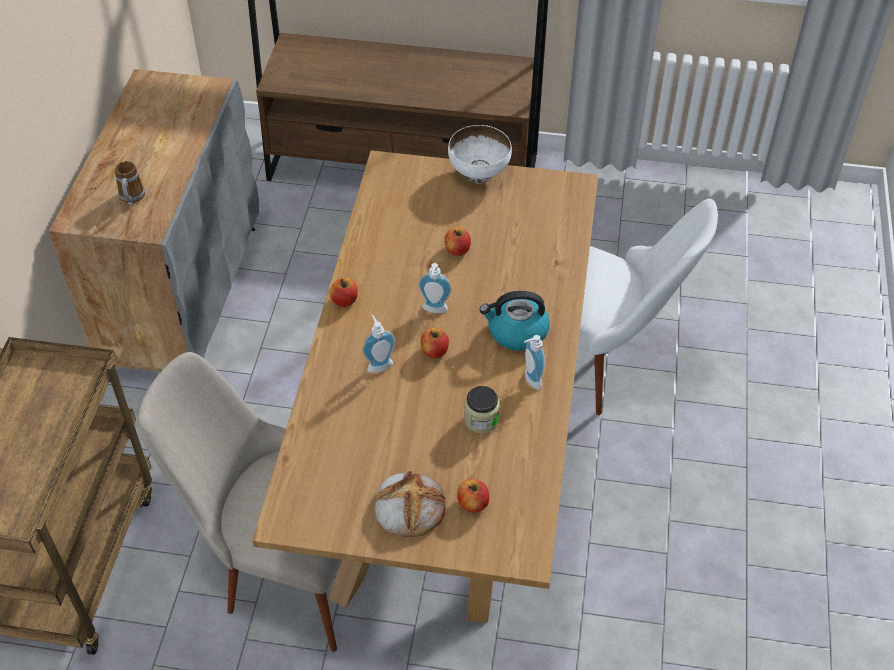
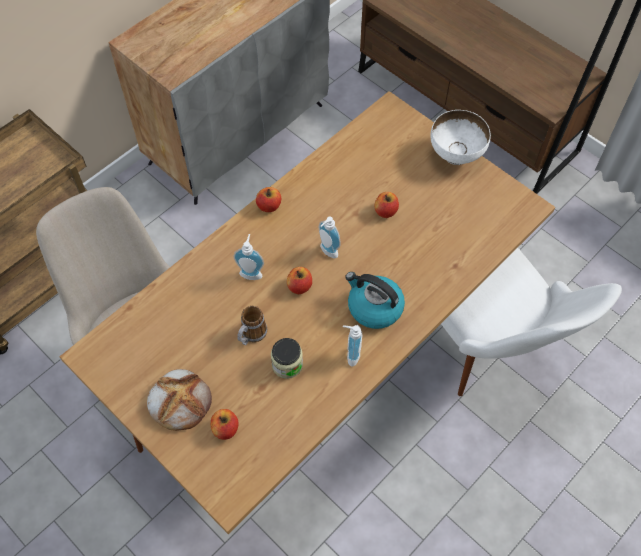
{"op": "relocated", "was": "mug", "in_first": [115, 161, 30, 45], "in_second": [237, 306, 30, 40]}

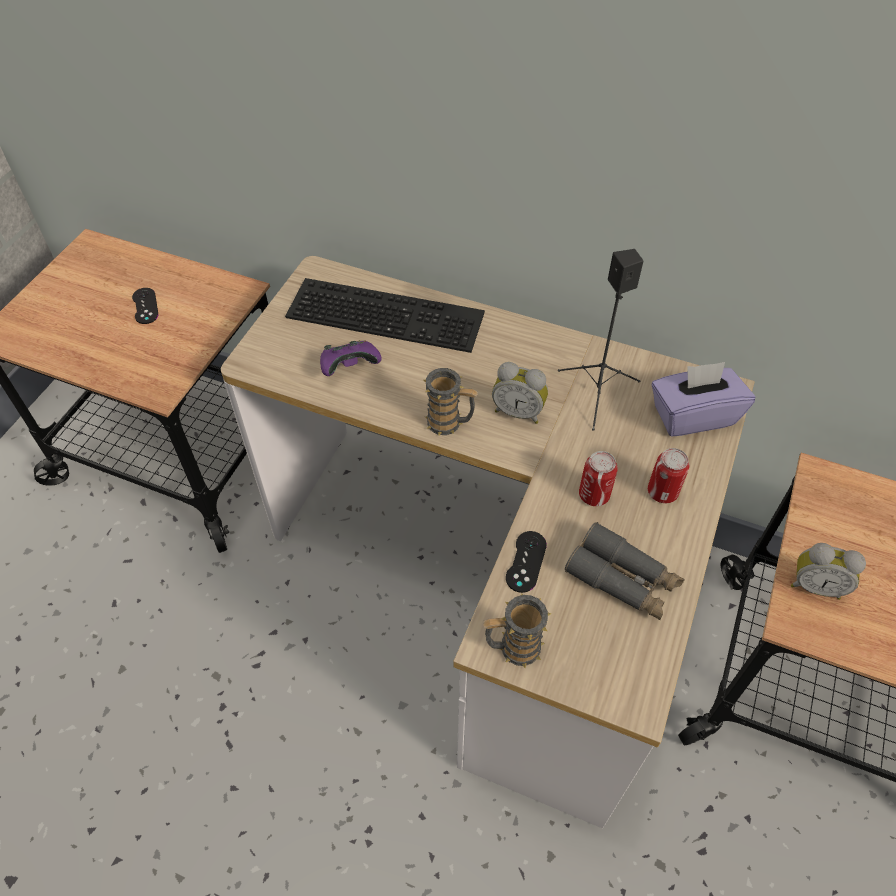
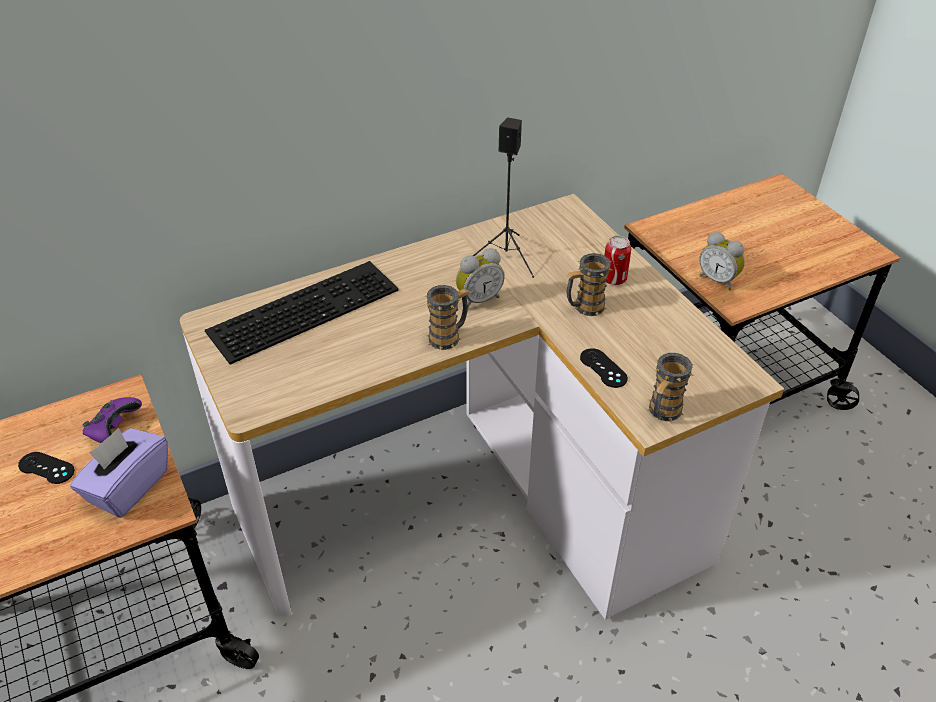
{"op": "missing", "was": "grey_binoculars", "in_first": [565, 522, 120, 98]}
{"op": "relocated", "was": "purple_game_controller", "in_first": [320, 340, 62, 36], "in_second": [82, 397, 60, 46]}
{"op": "relocated", "was": "purple_tissue_box", "in_first": [652, 362, 104, 75], "in_second": [70, 428, 98, 90]}
{"op": "exchanged", "was": "can", "now": "mug", "in_first": [579, 451, 39, 55], "in_second": [566, 253, 46, 63]}
{"op": "spun", "was": "alarm_clock", "in_first": [791, 543, 75, 57], "in_second": [699, 232, 46, 59], "clockwise": 75}

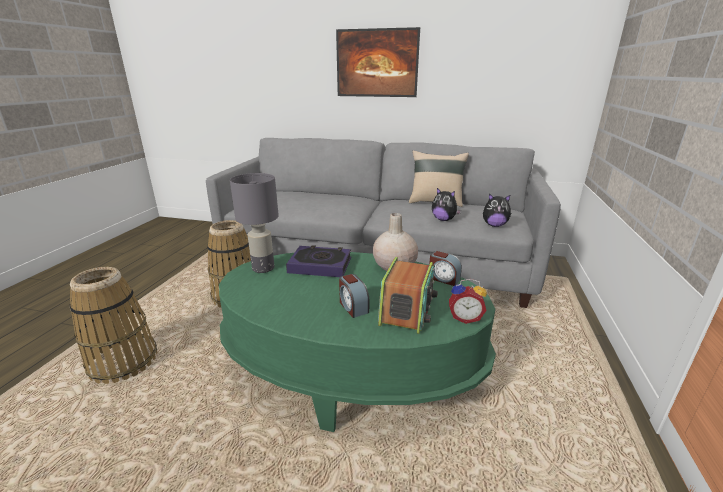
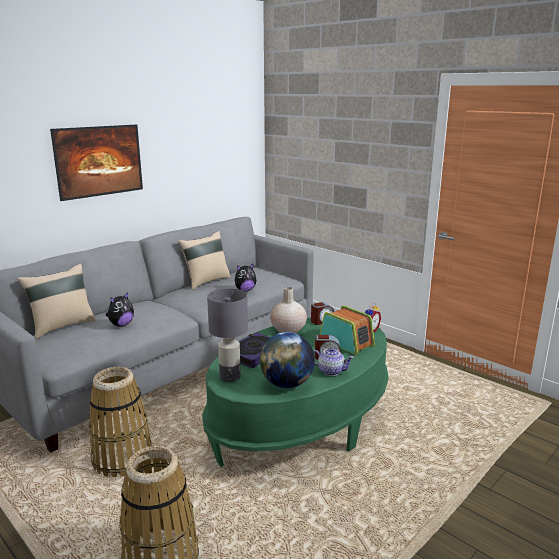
{"op": "appeared", "now": "beige_pillow", "in_second": [17, 264, 79, 75]}
{"op": "appeared", "now": "globe", "in_second": [260, 332, 55, 56]}
{"op": "appeared", "now": "teapot", "in_second": [314, 348, 40, 28]}
{"op": "relocated", "was": "plush_toy", "in_first": [483, 194, 28, 33], "in_second": [106, 292, 28, 35]}

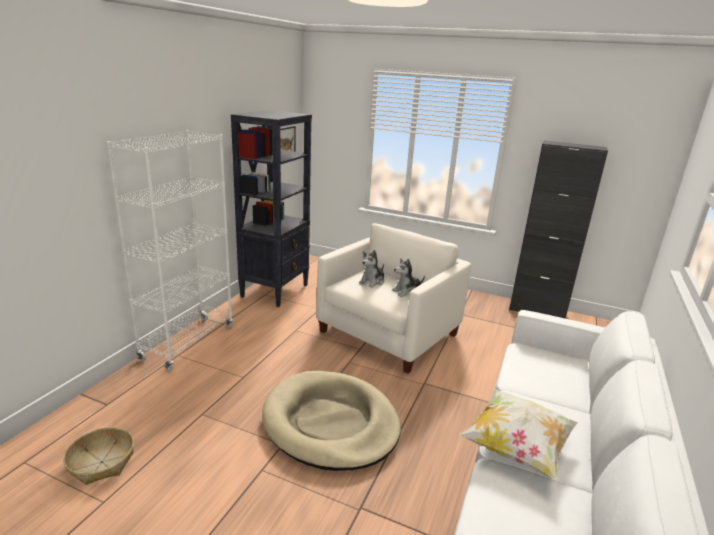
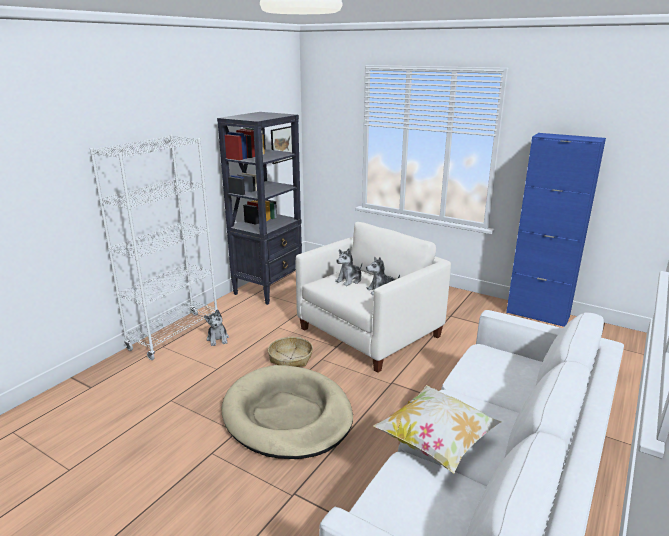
{"op": "appeared", "now": "plush_toy", "in_second": [204, 309, 25, 37]}
{"op": "relocated", "was": "basket", "in_first": [63, 427, 71, 58], "in_second": [268, 337, 45, 30]}
{"op": "colour", "was": "black_cabinet", "now": "blue_cabinet", "in_first": [509, 141, 99, 178], "in_second": [506, 133, 100, 194]}

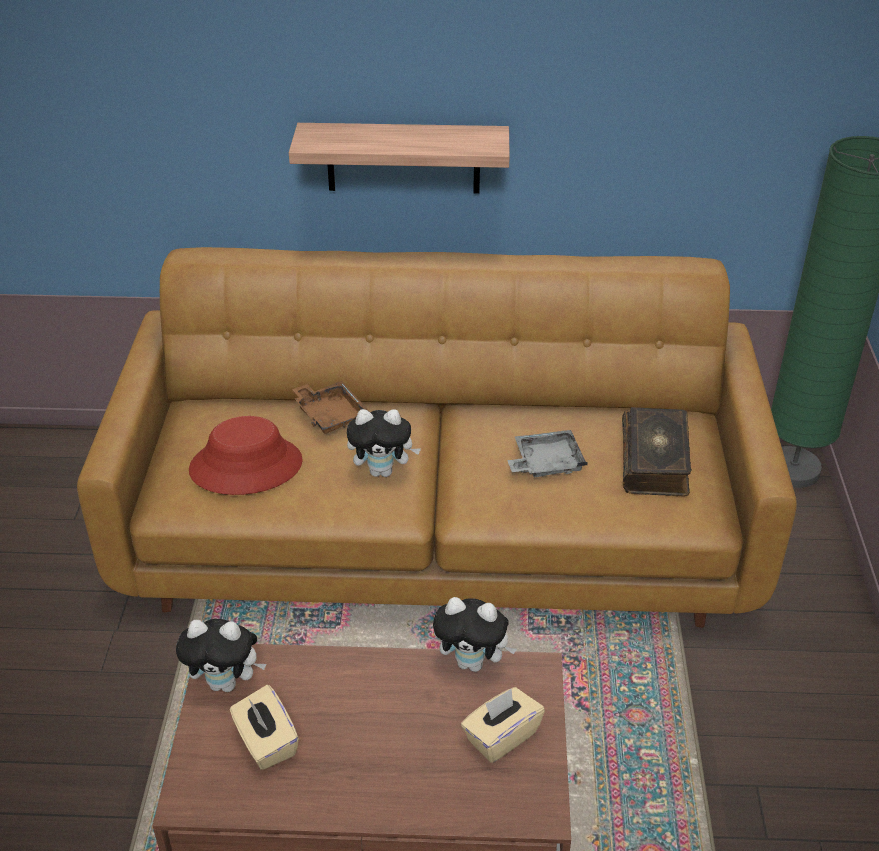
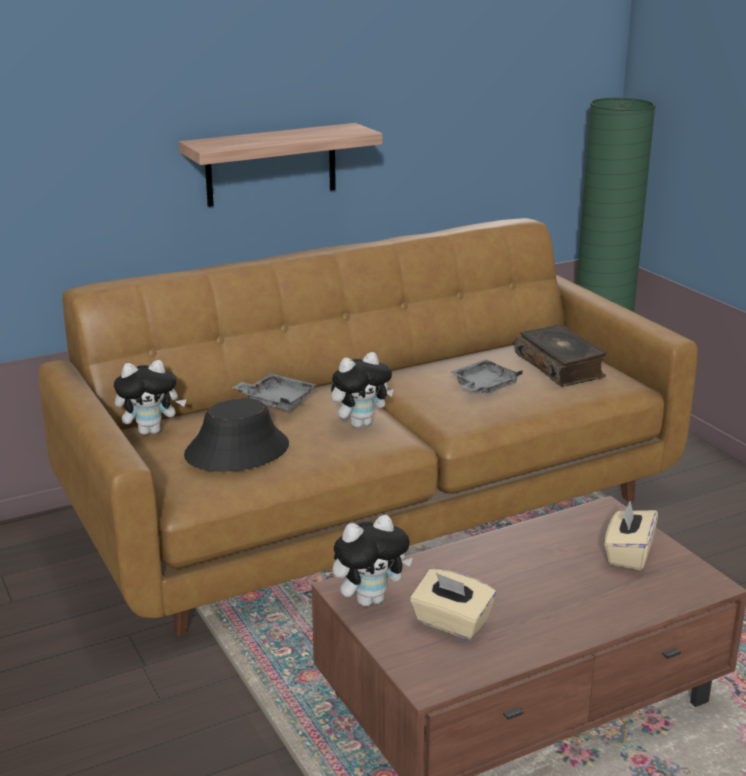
{"op": "relocated", "was": "plush_toy", "in_first": [433, 597, 84, 75], "in_second": [114, 360, 73, 75]}
{"op": "colour", "was": "red_hat", "now": "black_hat", "in_first": [189, 416, 114, 79], "in_second": [184, 398, 105, 73]}
{"op": "colour", "was": "brown_tray", "now": "grey_tray", "in_first": [292, 381, 78, 53], "in_second": [232, 373, 84, 38]}

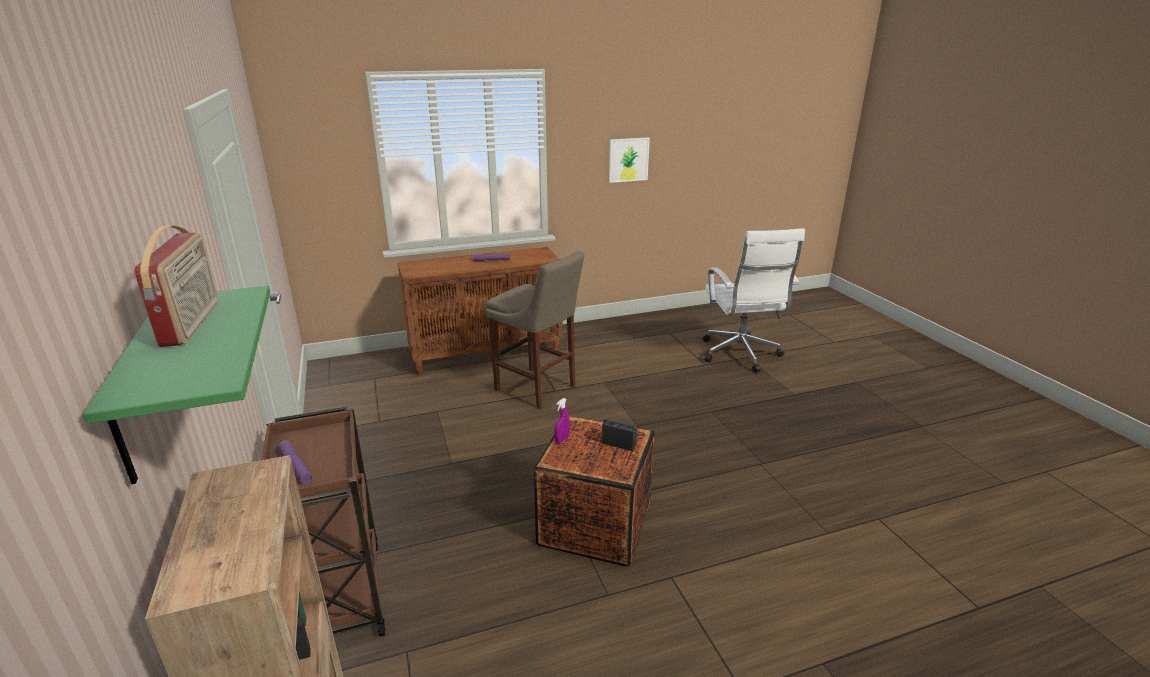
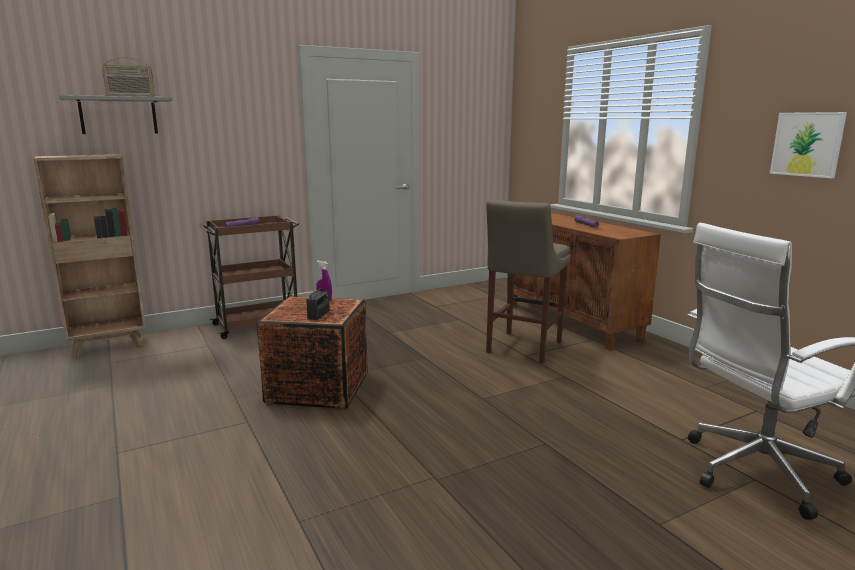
{"op": "colour", "was": "green_shelf", "now": "grey_shelf", "in_first": [83, 286, 187, 198], "in_second": [59, 95, 113, 39]}

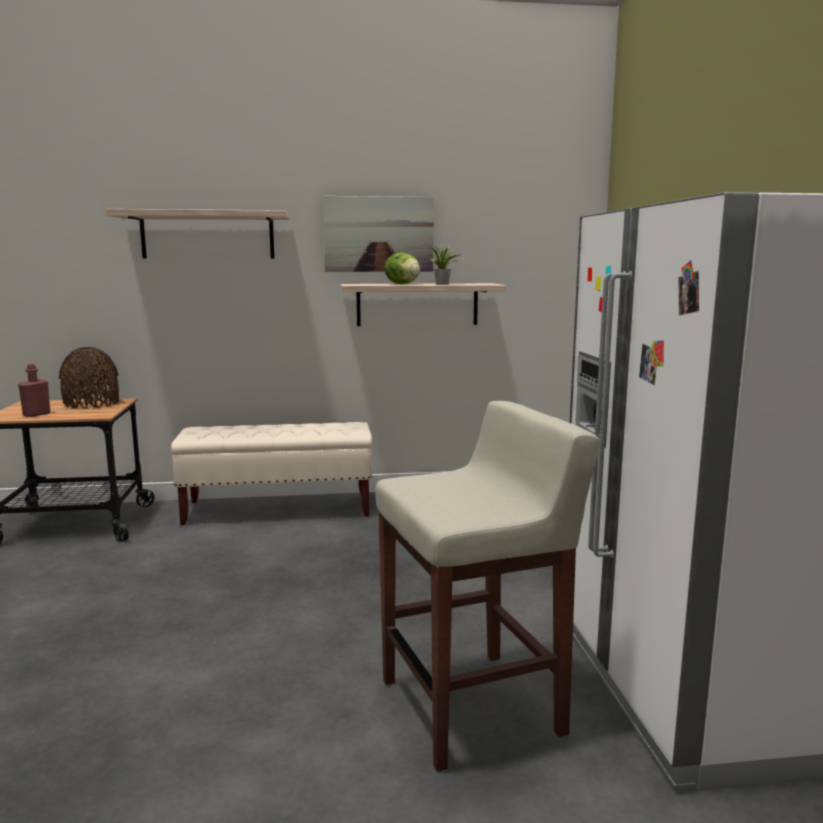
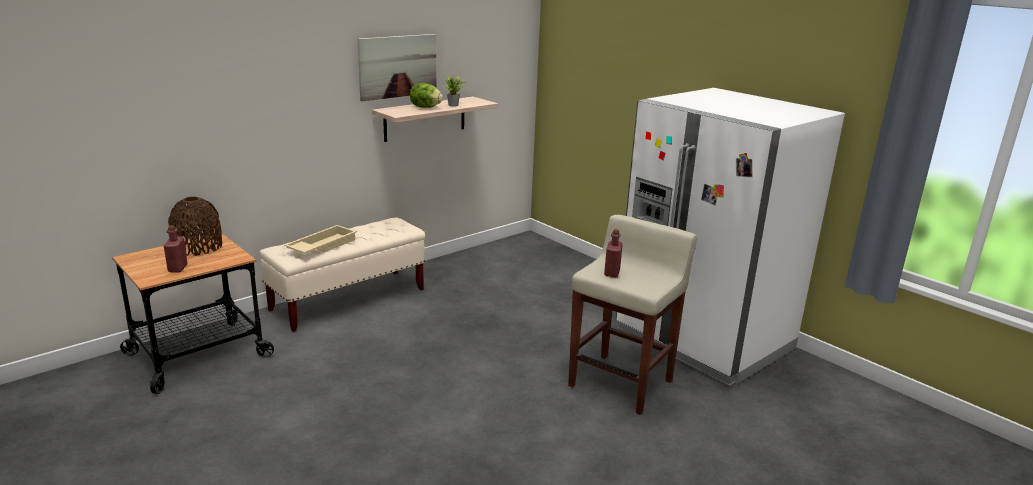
{"op": "missing", "was": "shelf", "in_first": [105, 209, 184, 49]}
{"op": "appeared", "now": "beige_tray", "in_second": [284, 225, 73, 29]}
{"op": "appeared", "now": "red_bottle", "in_second": [604, 229, 19, 48]}

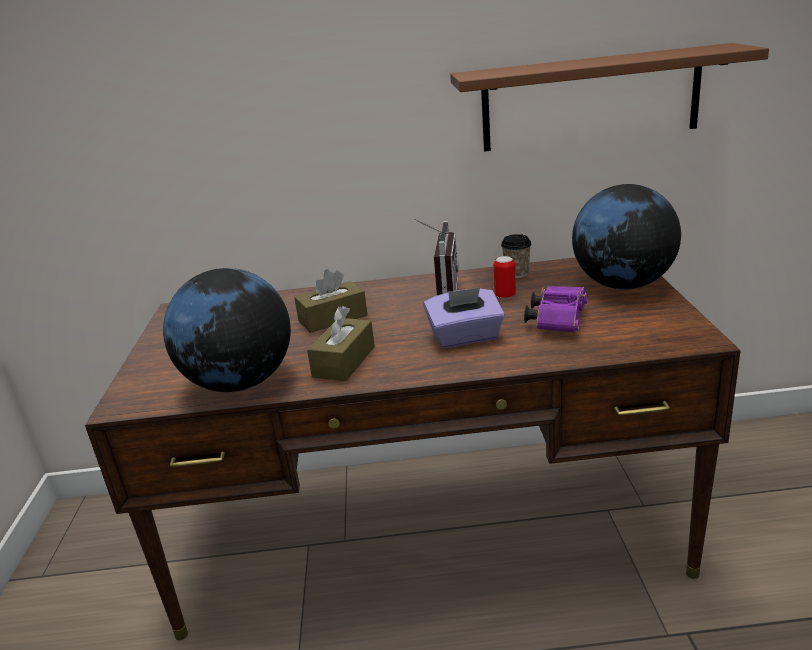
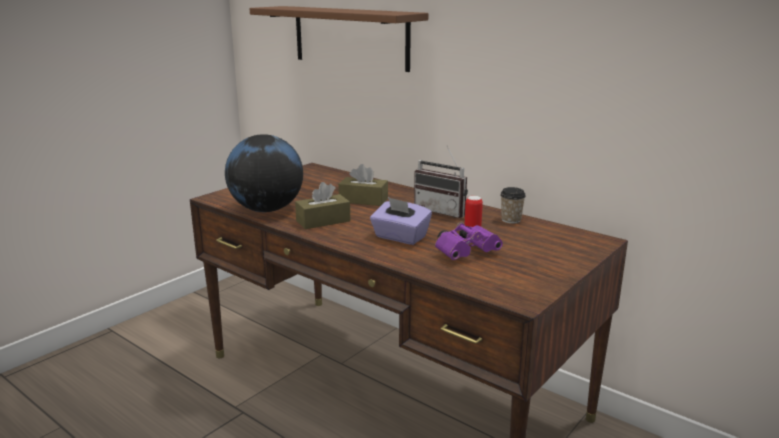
{"op": "missing", "was": "globe", "in_first": [572, 184, 109, 105]}
{"op": "relocated", "was": "brown_shelf", "in_first": [450, 43, 319, 109], "in_second": [249, 6, 179, 66]}
{"op": "spun", "was": "radio", "in_first": [413, 218, 46, 77], "in_second": [414, 147, 54, 71], "clockwise": 75}

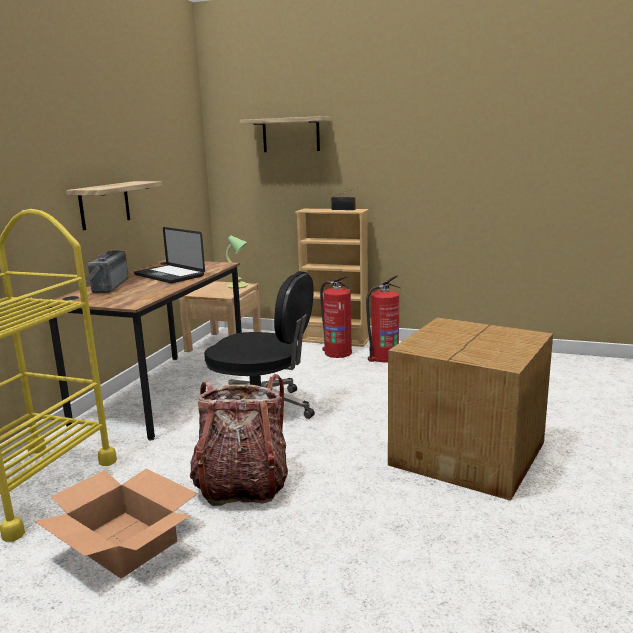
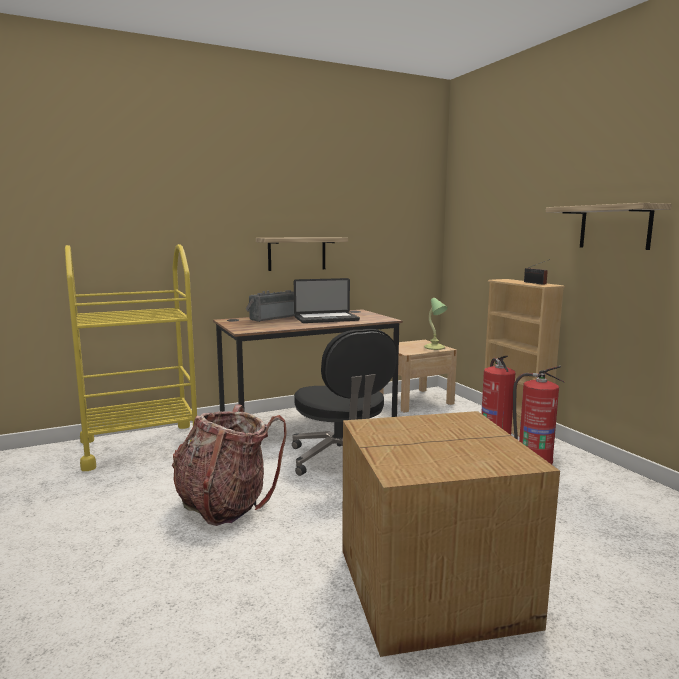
{"op": "missing", "was": "cardboard_box", "in_first": [34, 468, 164, 111]}
{"op": "relocated", "was": "shelf", "in_first": [240, 116, 91, 36], "in_second": [546, 203, 125, 47]}
{"op": "spun", "was": "laptop", "in_first": [134, 227, 71, 56], "in_second": [294, 278, 66, 45], "clockwise": -105}

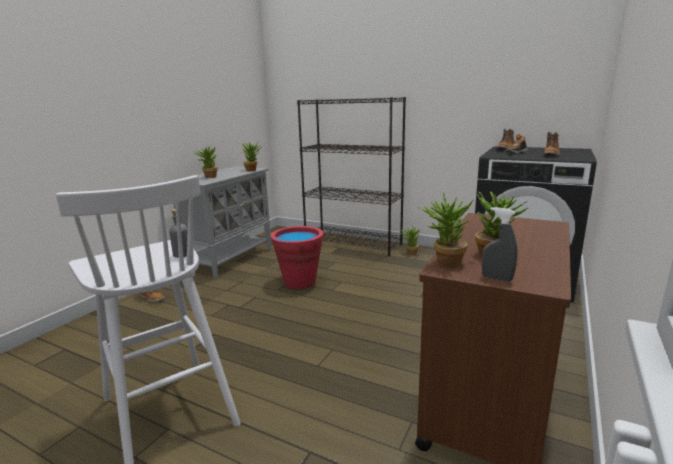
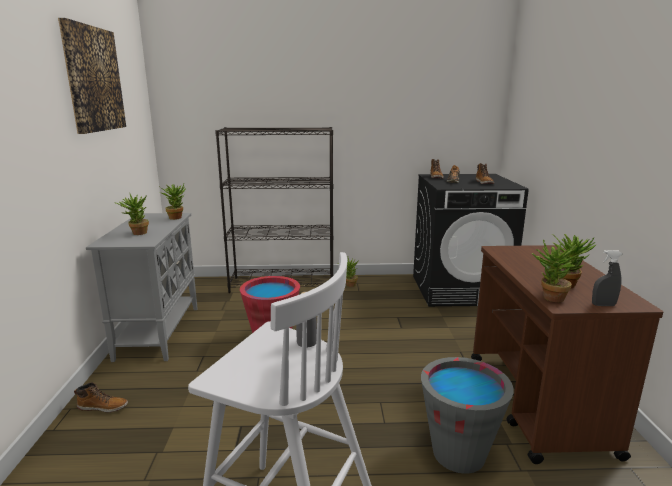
{"op": "appeared", "now": "picture", "in_second": [58, 18, 68, 116]}
{"op": "appeared", "now": "grey_bucket", "in_second": [421, 357, 93, 117]}

